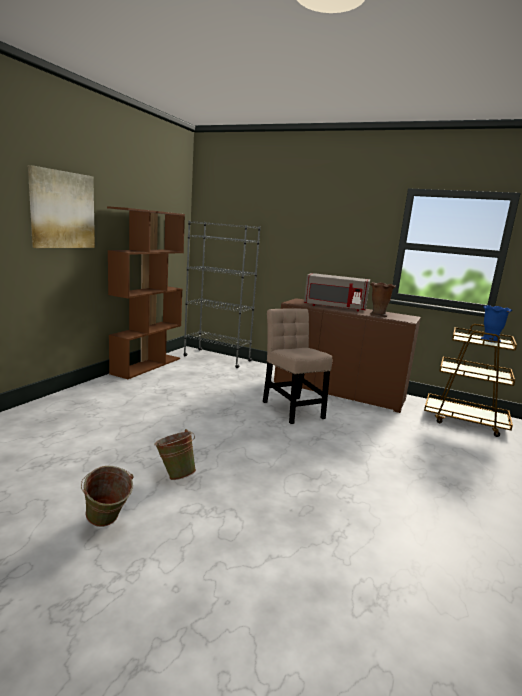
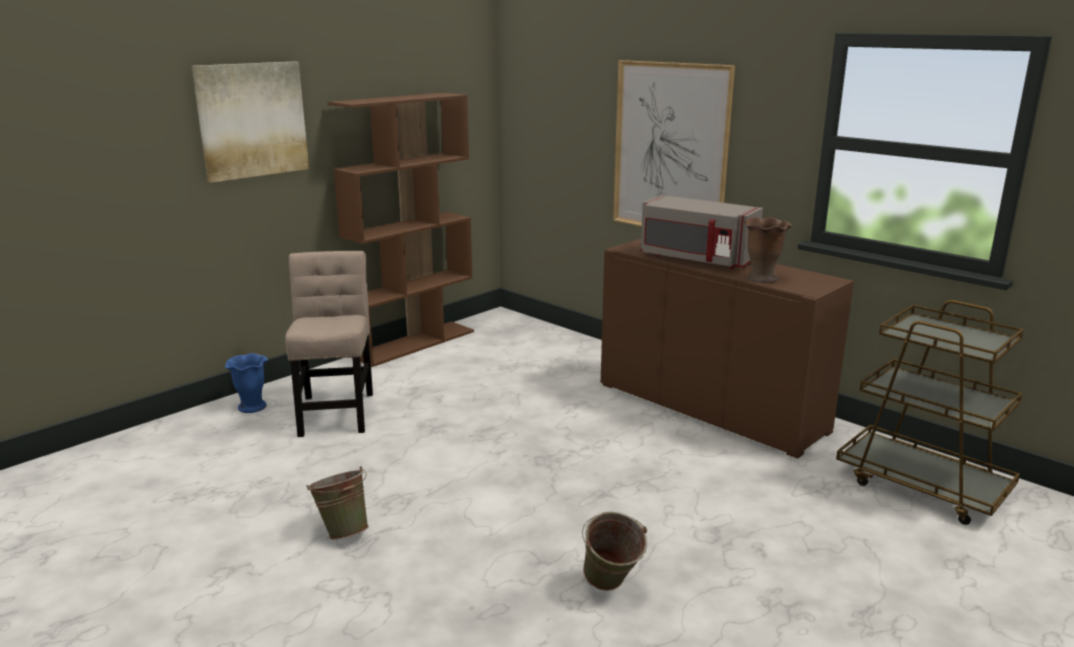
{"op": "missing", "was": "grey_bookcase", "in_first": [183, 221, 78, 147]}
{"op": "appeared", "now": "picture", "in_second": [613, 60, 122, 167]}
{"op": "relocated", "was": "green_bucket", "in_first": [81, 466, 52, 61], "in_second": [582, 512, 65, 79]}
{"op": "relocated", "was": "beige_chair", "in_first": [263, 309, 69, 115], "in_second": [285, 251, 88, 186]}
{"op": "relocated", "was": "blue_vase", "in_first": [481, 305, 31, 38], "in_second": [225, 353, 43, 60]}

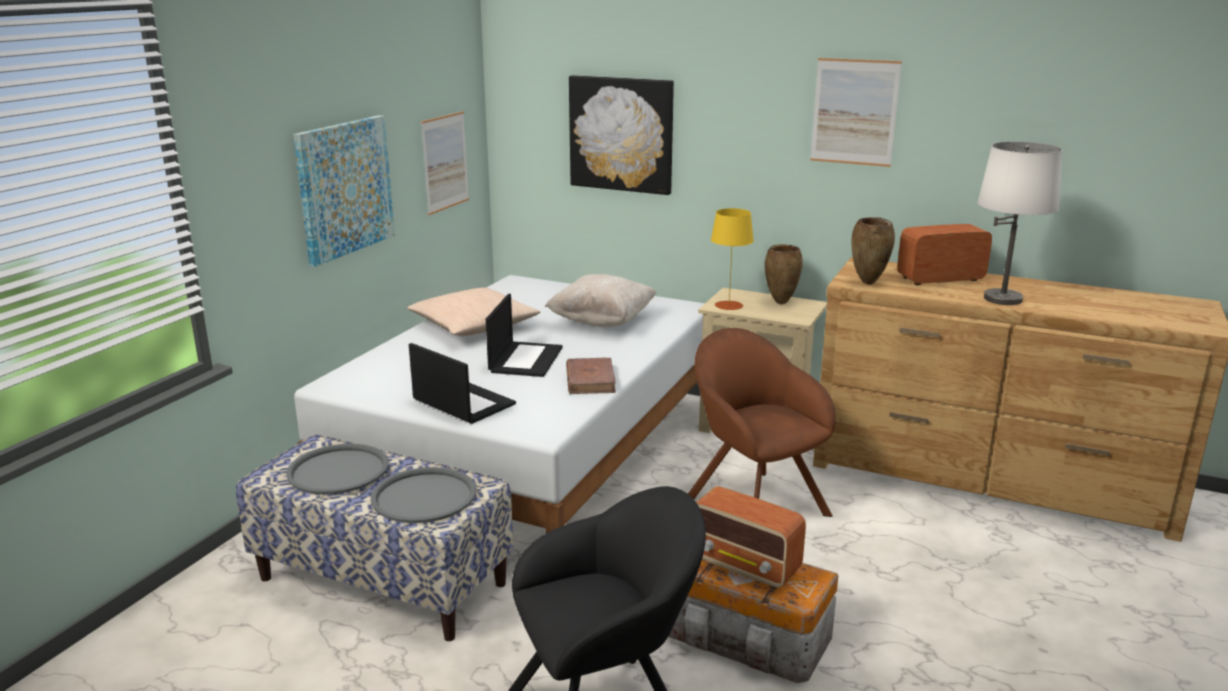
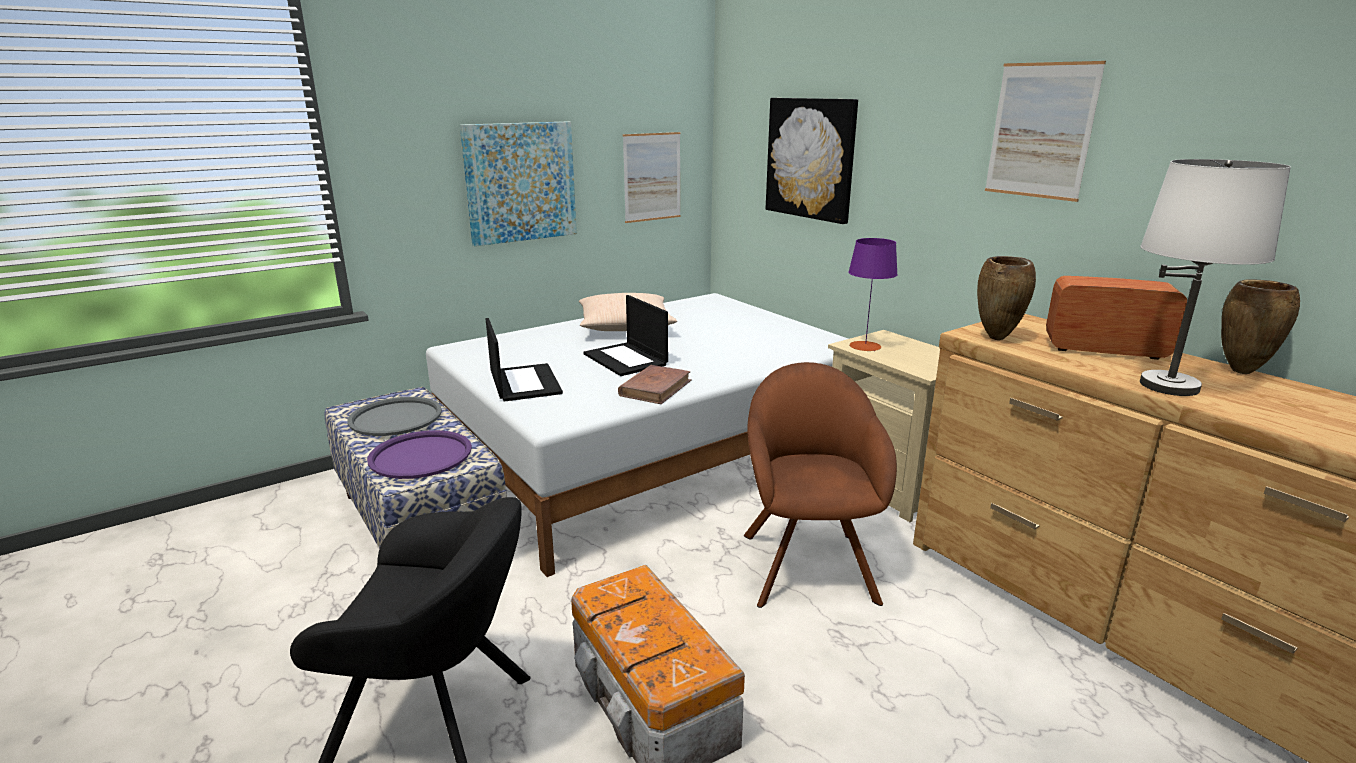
{"op": "missing", "was": "beige_pillow", "in_first": [545, 274, 111, 53]}
{"op": "missing", "was": "radio", "in_first": [696, 486, 110, 103]}
{"op": "relocated", "was": "brown_vase", "in_first": [765, 244, 38, 60], "in_second": [1221, 279, 79, 95]}
{"op": "colour", "was": "grey_tray", "now": "purple_tray", "in_first": [371, 467, 105, 56], "in_second": [367, 430, 105, 49]}
{"op": "colour", "was": "yellow_table_lamp", "now": "purple_table_lamp", "in_first": [711, 208, 43, 102], "in_second": [848, 238, 50, 113]}
{"op": "spun", "was": "laptop", "in_first": [486, 294, 77, 83], "in_second": [583, 295, 85, 81], "clockwise": 105}

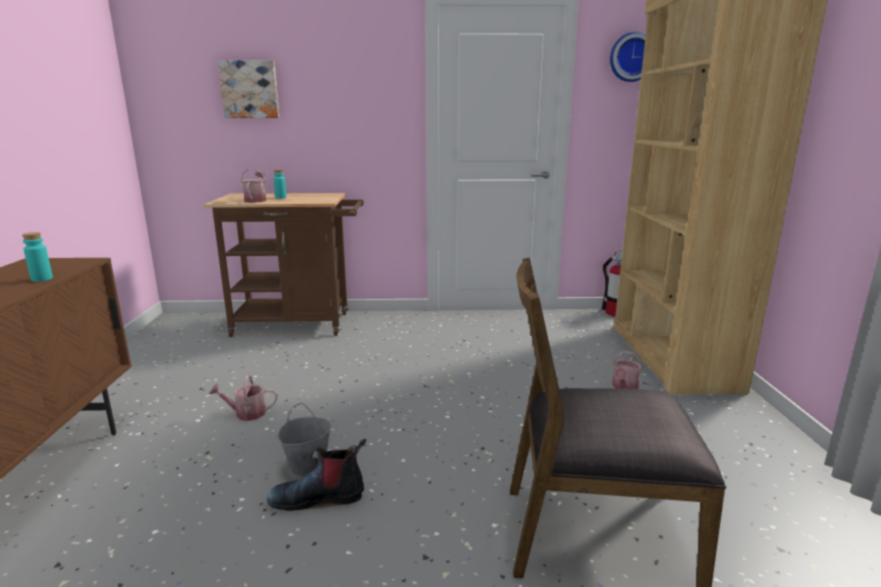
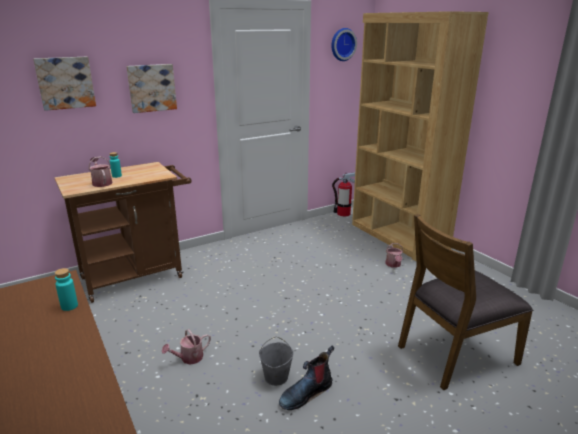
{"op": "appeared", "now": "picture", "in_second": [126, 64, 51, 49]}

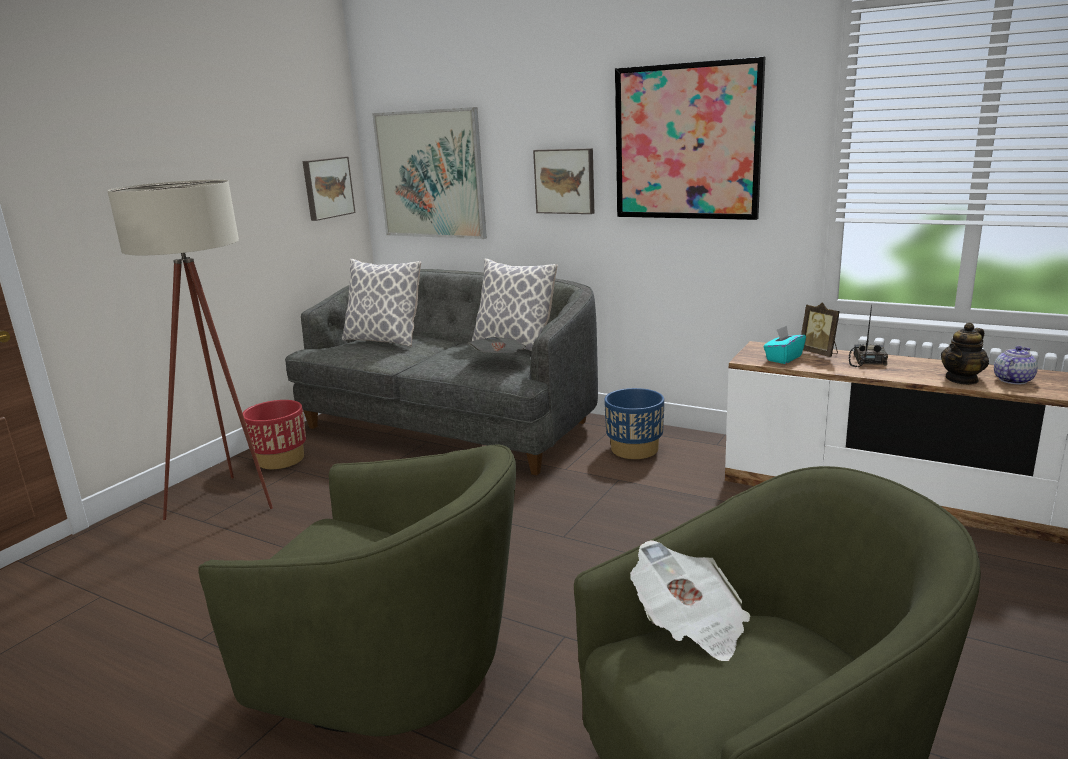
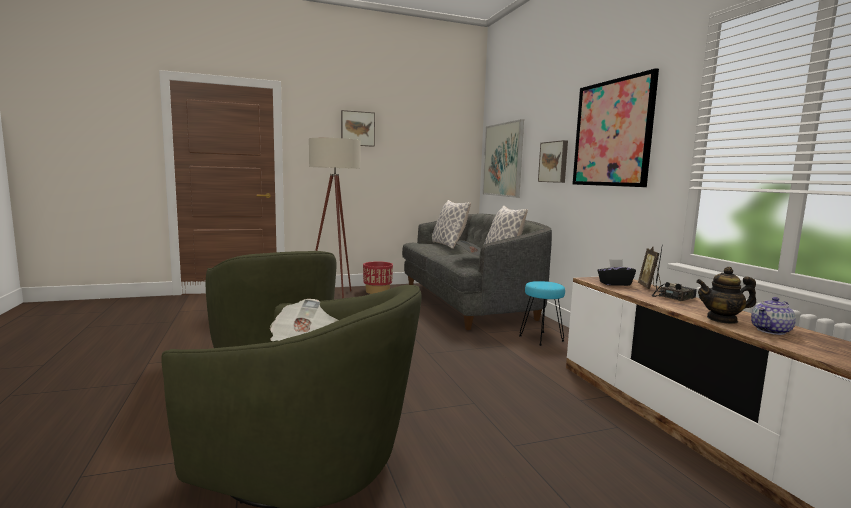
{"op": "relocated", "was": "picture", "in_first": [303, 157, 53, 64], "in_second": [341, 110, 34, 37]}
{"op": "exchanged", "was": "blue_planter", "now": "turquoise_stool", "in_first": [604, 388, 60, 71], "in_second": [519, 281, 46, 65]}
{"op": "colour", "was": "turquoise_tissue_box", "now": "black_tissue_box", "in_first": [764, 325, 42, 39], "in_second": [597, 259, 39, 27]}
{"op": "spun", "was": "teapot", "in_first": [994, 346, 44, 38], "in_second": [751, 297, 45, 38], "clockwise": 150}

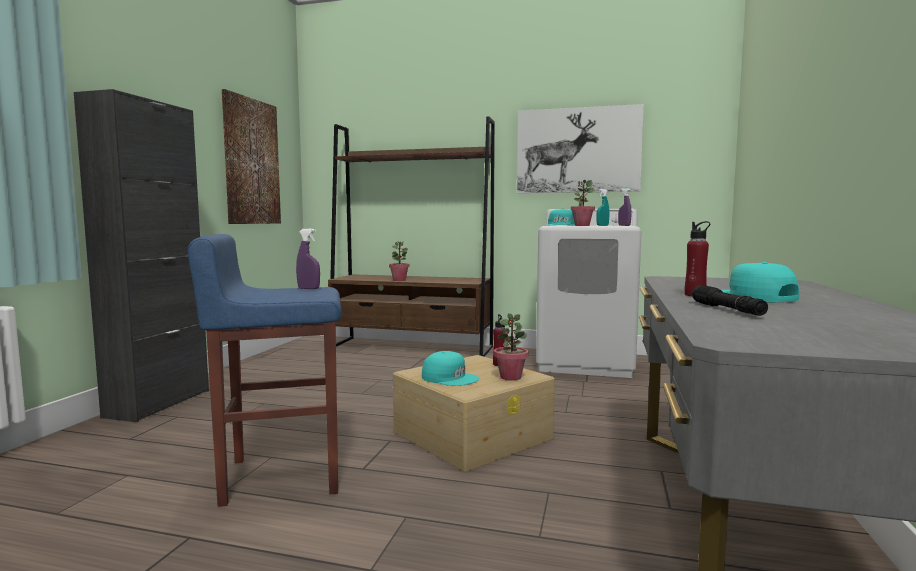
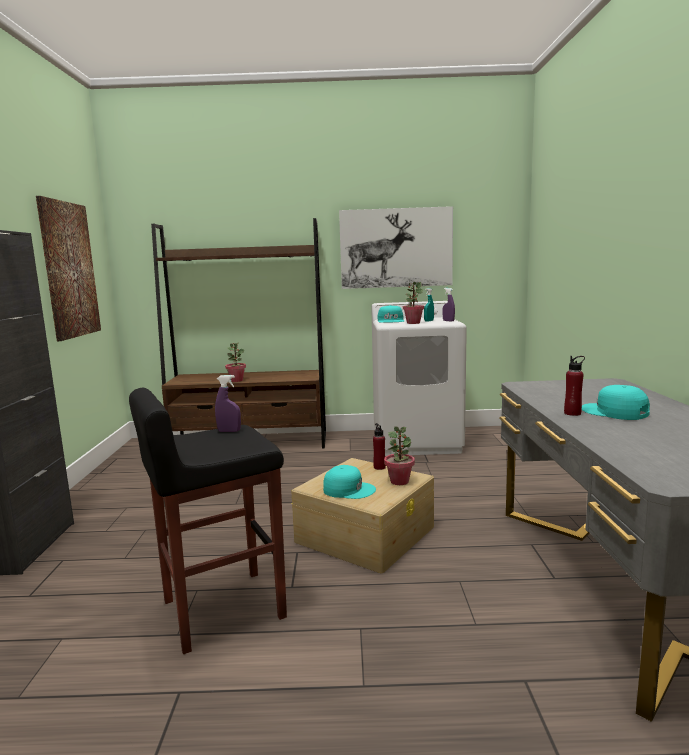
{"op": "missing", "was": "black_flashlight", "in_first": [692, 285, 76, 31]}
{"op": "colour", "was": "blue_stool", "now": "black_stool", "in_first": [188, 234, 153, 273], "in_second": [129, 388, 158, 266]}

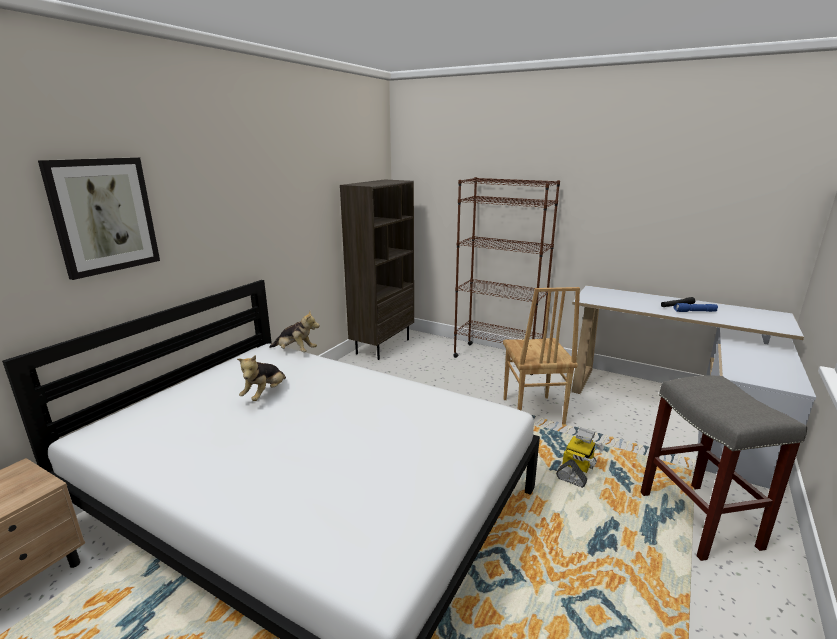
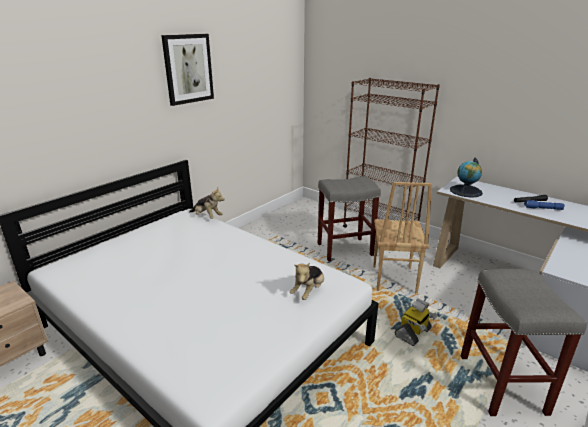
{"op": "missing", "was": "brown_bookcase", "in_first": [340, 180, 74, 180]}
{"op": "appeared", "now": "grey_stool", "in_second": [318, 176, 63, 86]}
{"op": "appeared", "now": "globe", "in_second": [450, 158, 33, 40]}
{"op": "relocated", "was": "picture", "in_first": [38, 157, 122, 123], "in_second": [161, 34, 53, 72]}
{"op": "relocated", "was": "plush_toy", "in_first": [237, 355, 49, 46], "in_second": [290, 263, 34, 37]}

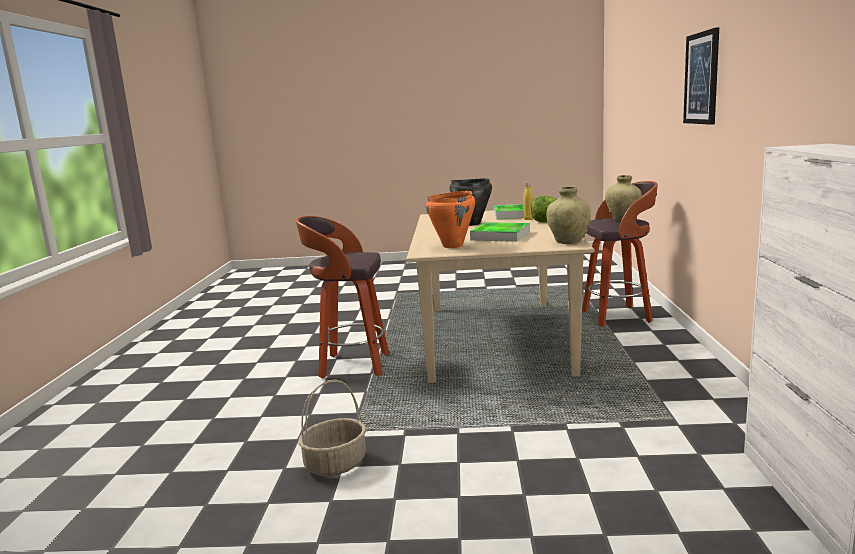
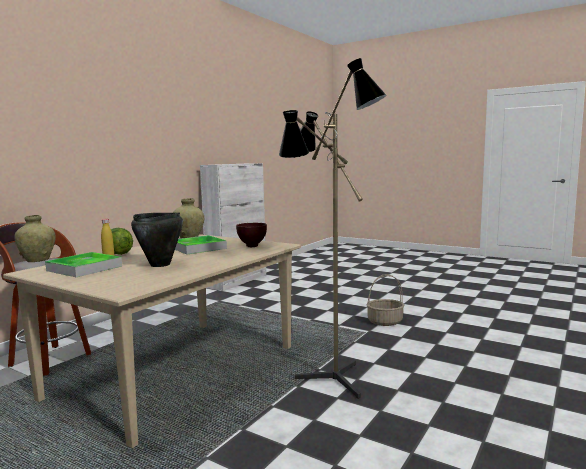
{"op": "missing", "was": "picture", "in_first": [683, 27, 36, 98]}
{"op": "exchanged", "was": "stool", "now": "floor_lamp", "in_first": [296, 216, 93, 162], "in_second": [279, 58, 107, 341]}
{"op": "exchanged", "was": "orange_cooking_pot", "now": "brown_bowl", "in_first": [426, 191, 49, 57], "in_second": [236, 223, 31, 24]}

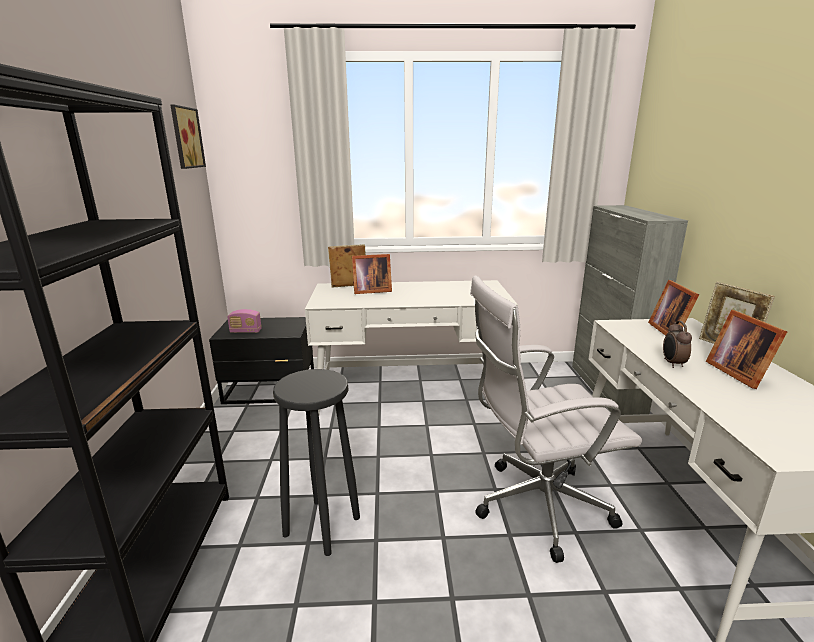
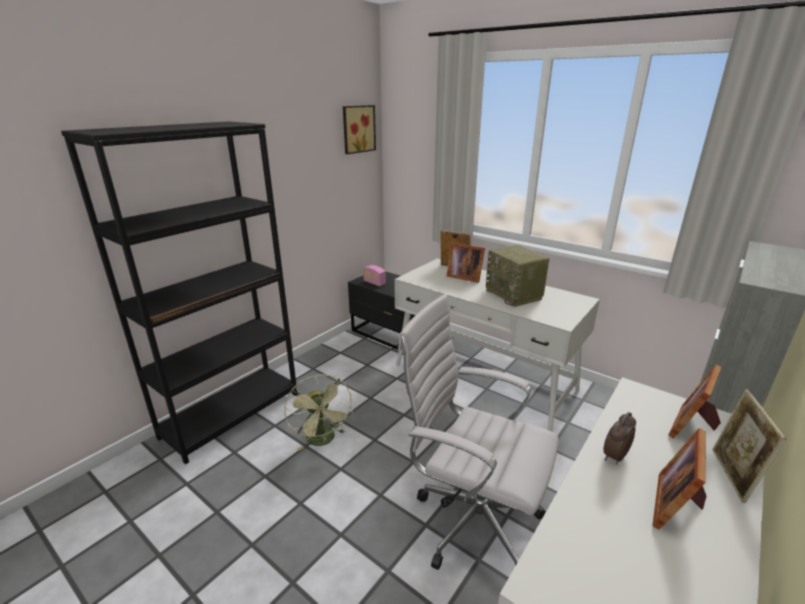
{"op": "appeared", "now": "radio", "in_second": [486, 245, 63, 62]}
{"op": "exchanged", "was": "black_stool", "now": "green_fan", "in_first": [273, 369, 87, 187], "in_second": [284, 374, 69, 77]}

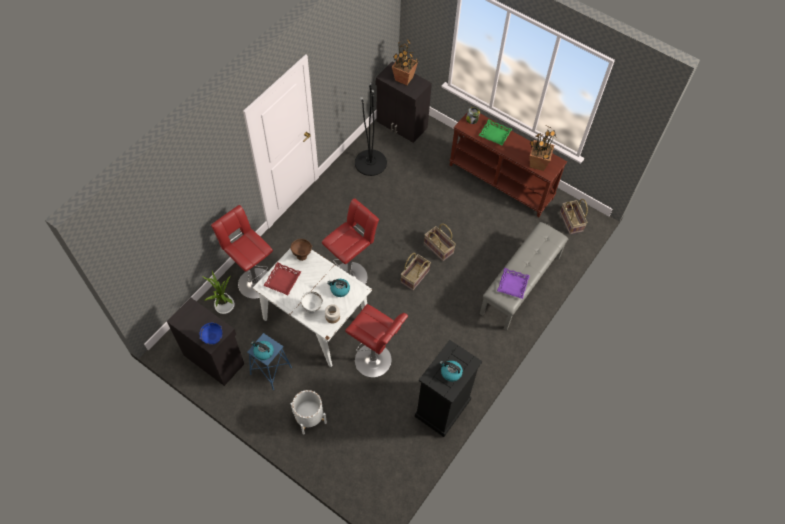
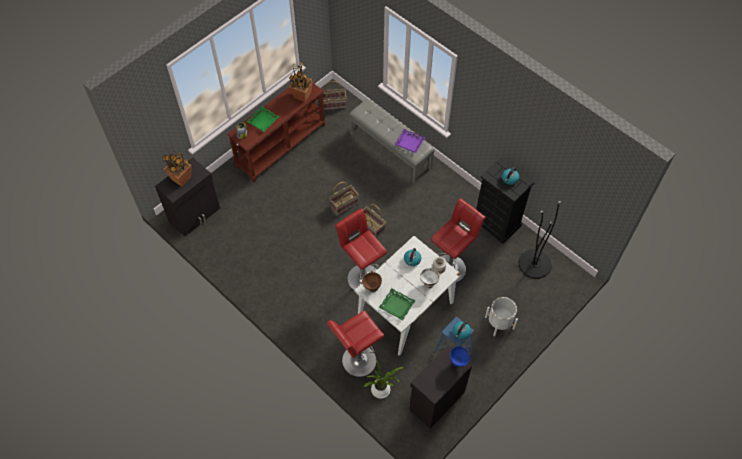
{"op": "relocated", "was": "black_floor_lamp", "in_first": [355, 83, 32, 93], "in_second": [519, 201, 42, 78]}
{"op": "colour", "was": "red_tray", "now": "green_tray", "in_first": [263, 262, 38, 33], "in_second": [379, 288, 36, 33]}

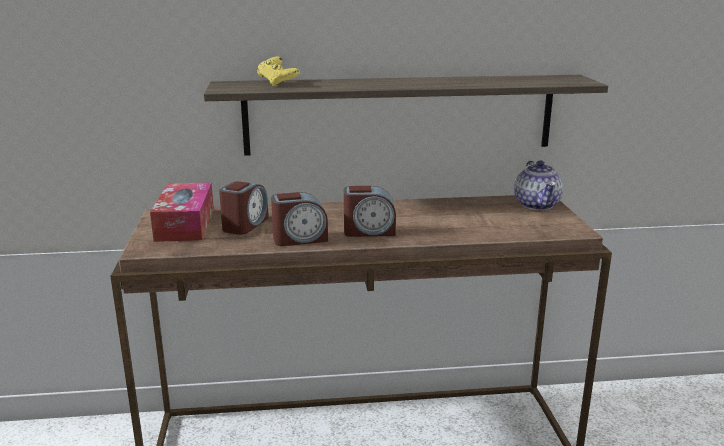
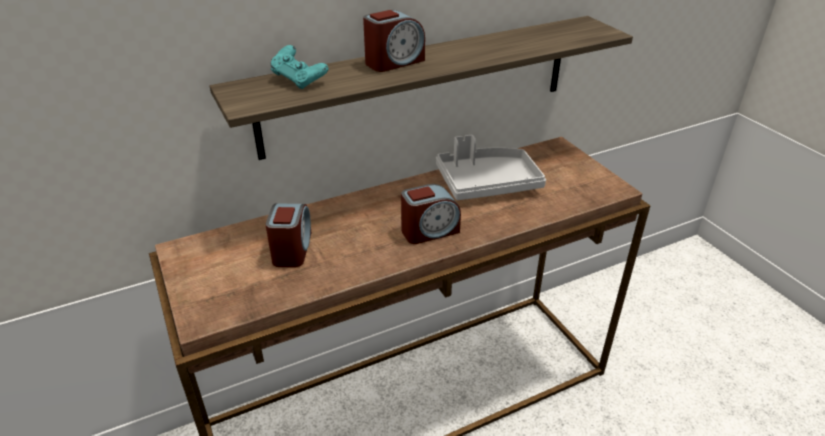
{"op": "missing", "was": "tissue_box", "in_first": [150, 182, 64, 60]}
{"op": "missing", "was": "teapot", "in_first": [514, 161, 49, 49]}
{"op": "appeared", "now": "grey_tray", "in_second": [436, 135, 110, 65]}
{"op": "relocated", "was": "alarm_clock", "in_first": [271, 192, 57, 54], "in_second": [363, 10, 62, 62]}
{"op": "colour", "was": "yellow_game_controller", "now": "turquoise_game_controller", "in_first": [257, 56, 43, 31], "in_second": [271, 45, 57, 44]}

